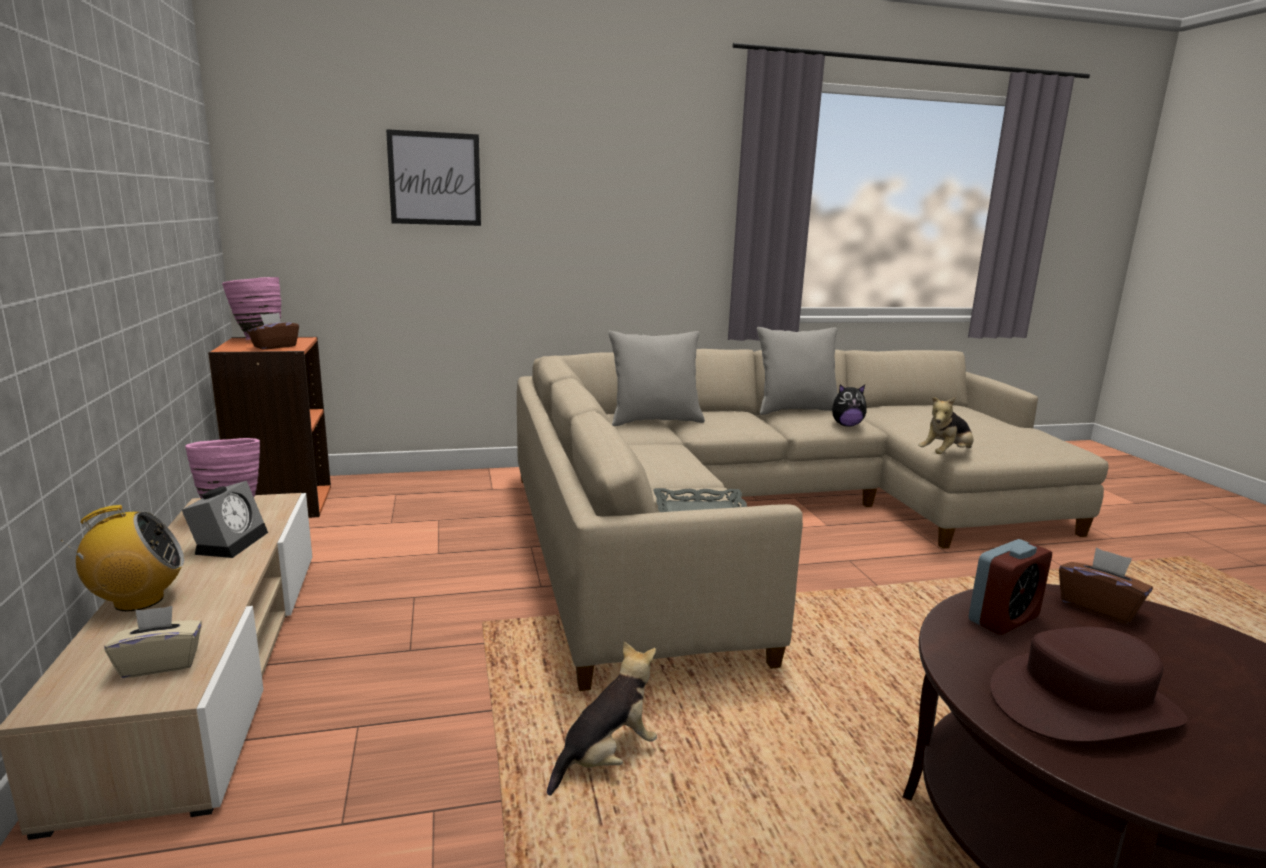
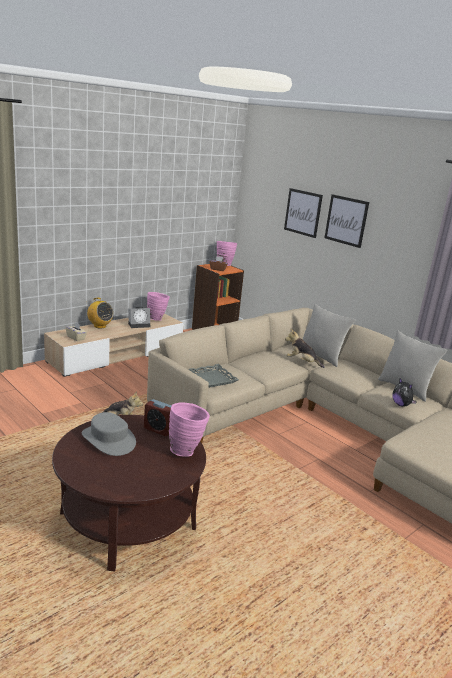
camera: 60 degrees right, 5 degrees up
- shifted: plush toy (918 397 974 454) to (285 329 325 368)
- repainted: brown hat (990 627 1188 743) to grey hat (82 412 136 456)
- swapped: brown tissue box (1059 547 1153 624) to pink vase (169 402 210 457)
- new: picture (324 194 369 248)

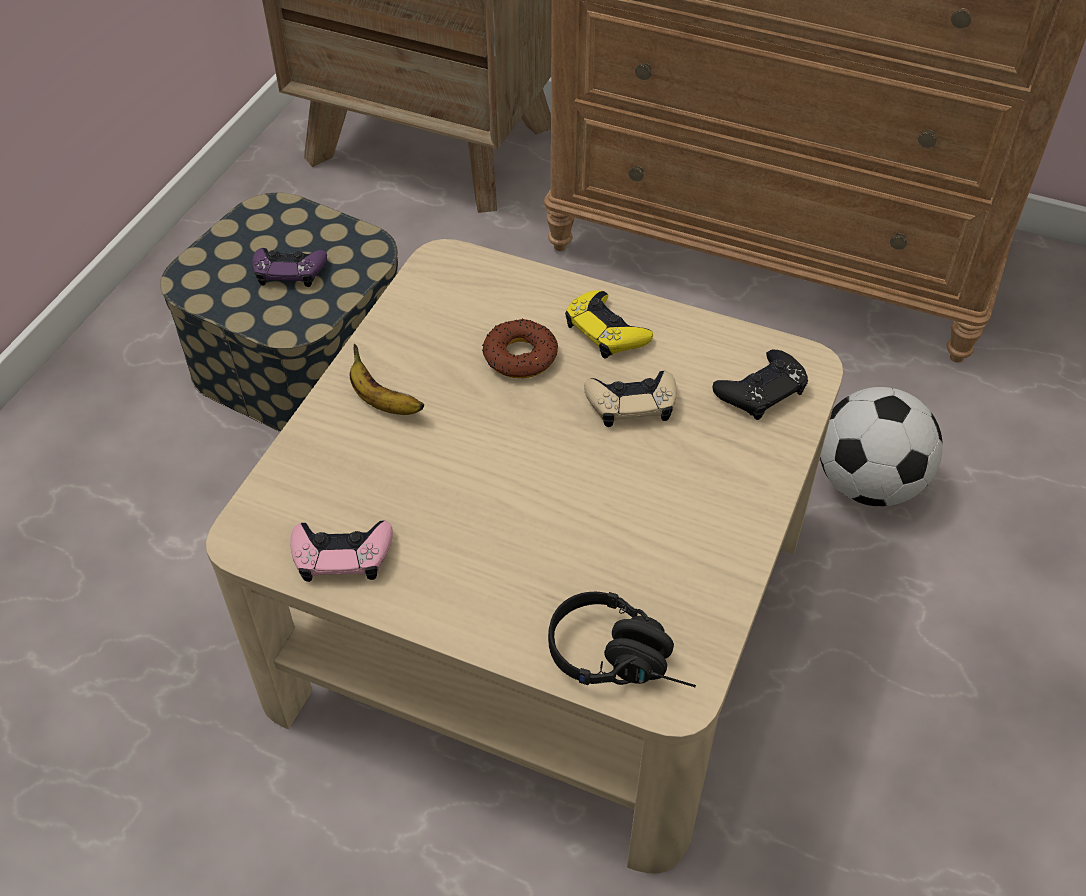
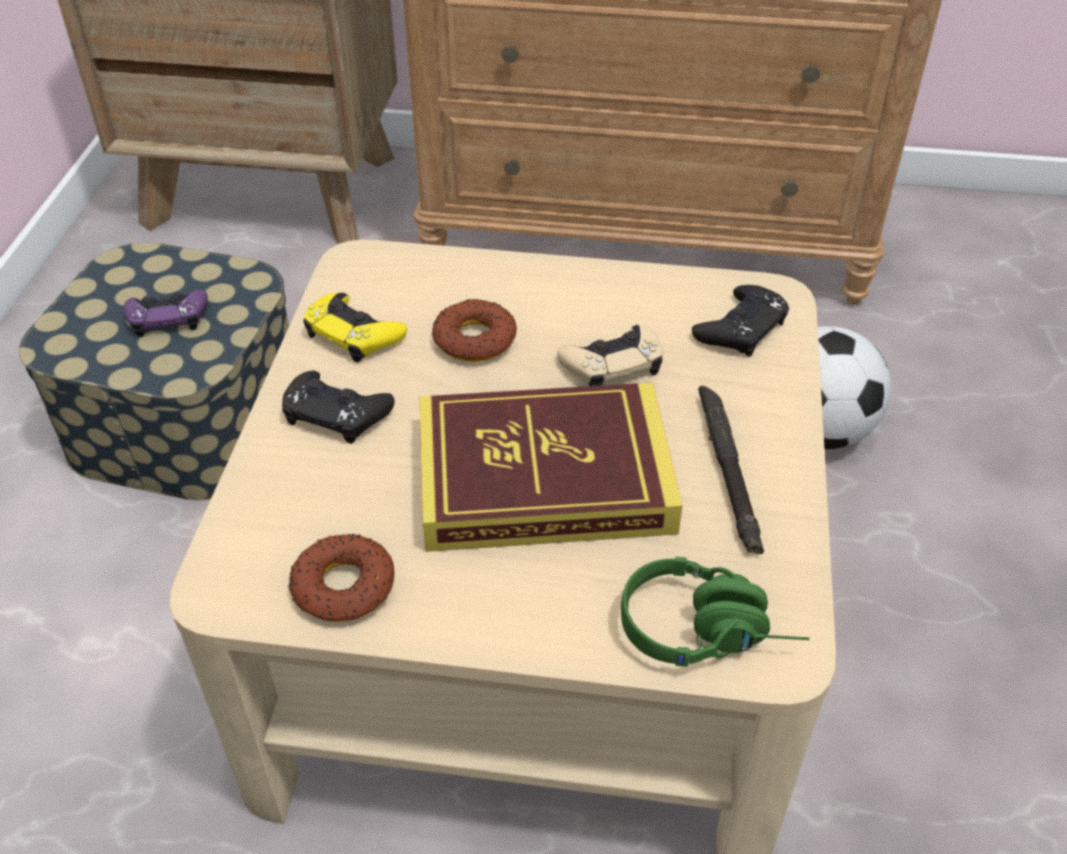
camera: 15 degrees left, 5 degrees down
- swapped: pink game controller (290 520 393 582) to donut (289 534 394 622)
- swapped: banana (350 344 424 415) to black game controller (282 371 395 444)
- repainted: black headphones (548 592 696 687) to green headphones (621 557 810 667)
- shifted: yellow game controller (565 290 653 359) to (303 293 407 363)
- new: book (420 382 682 552)
- new: black flashlight (698 386 764 554)

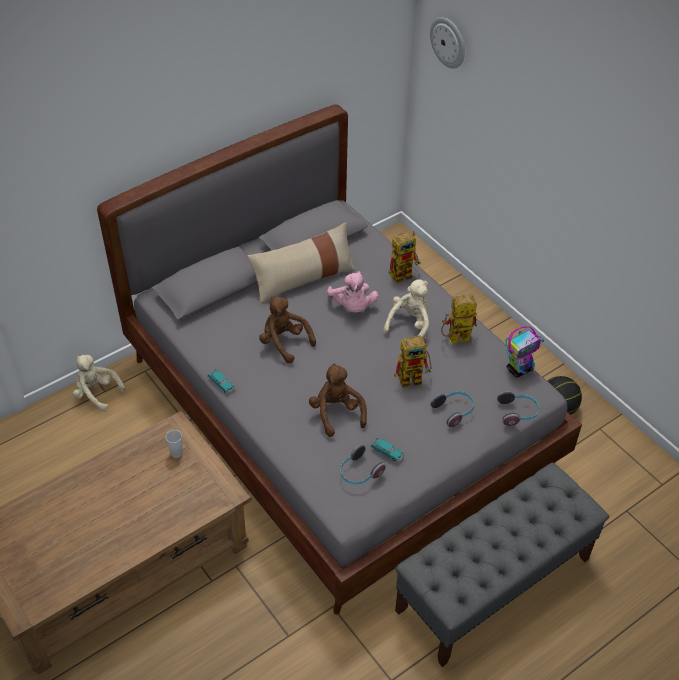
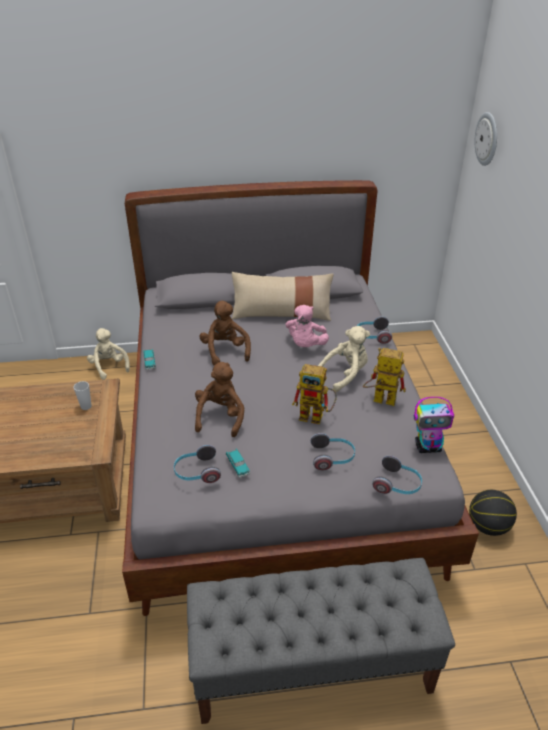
camera: 30 degrees right, 10 degrees down
- swapped: toy robot (388 231 421 284) to headphones (357 317 392 344)

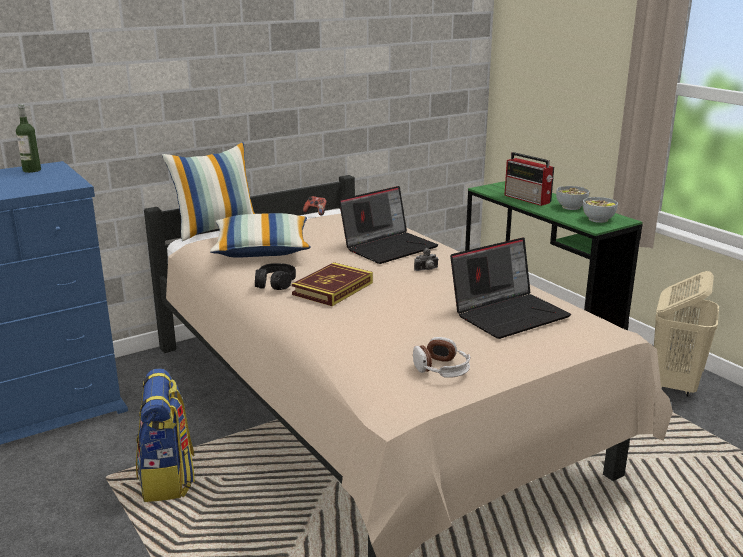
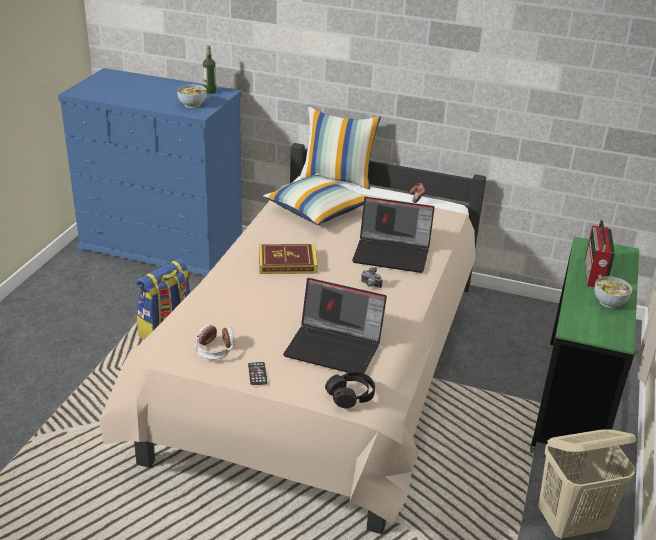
camera: 50 degrees right, 10 degrees up
- shifted: black headphones (255 263 296 290) to (325 372 375 409)
- shifted: bowl (583 197 618 223) to (177 85 207 108)
- new: phone (248 362 267 385)

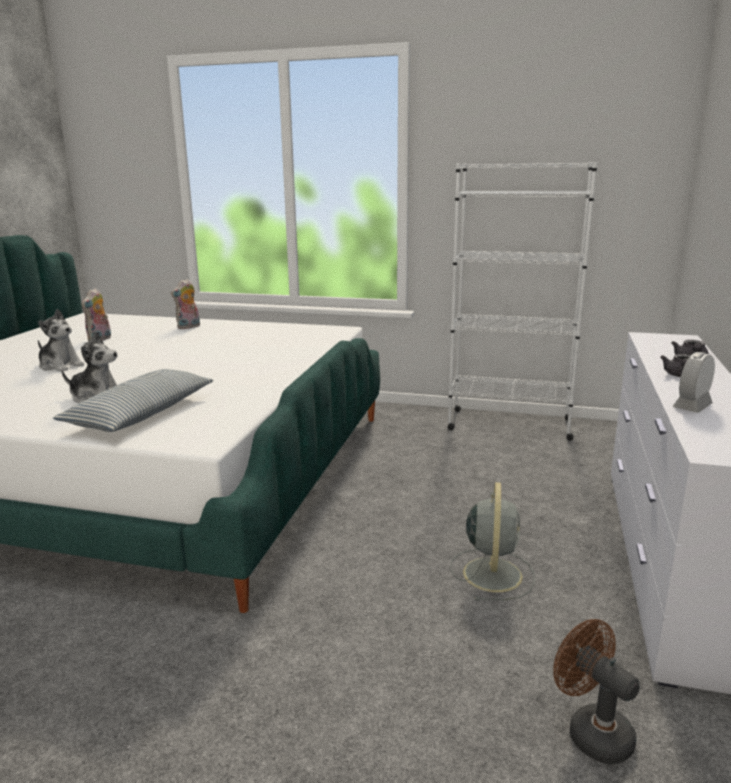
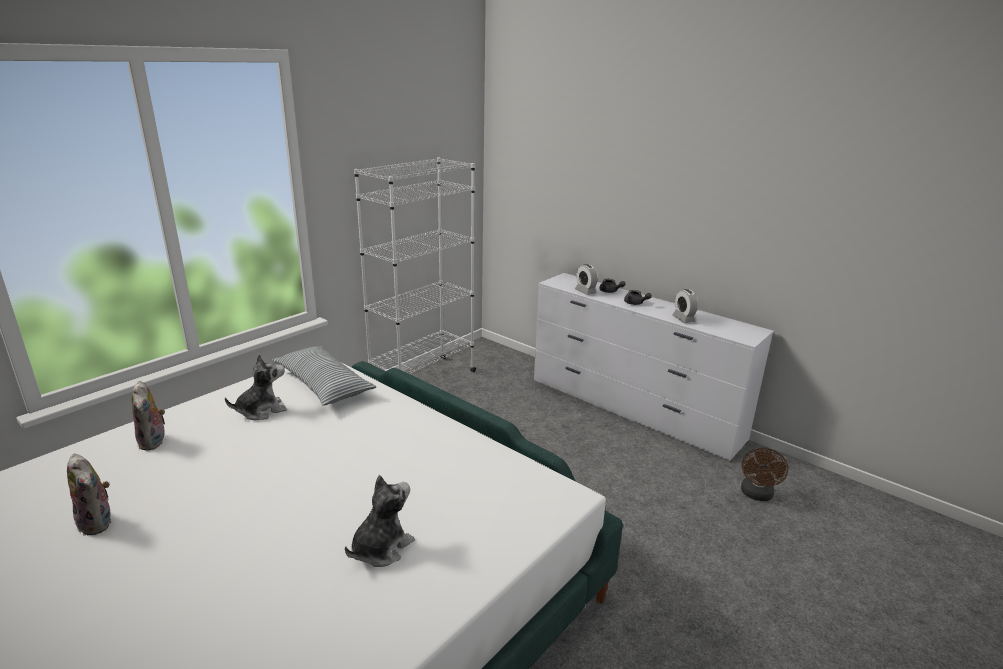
camera: 65 degrees left, 5 degrees up
- shifted: plush toy (38 309 84 372) to (225 354 287 420)
- shifted: pillow (53 369 214 432) to (273 346 376 406)
- gone: grey fan (450 482 535 601)
- rotated: brown fan (553 619 640 764) = (741 447 788 501) 60 degrees counterclockwise
- new: alarm clock (575 264 597 295)

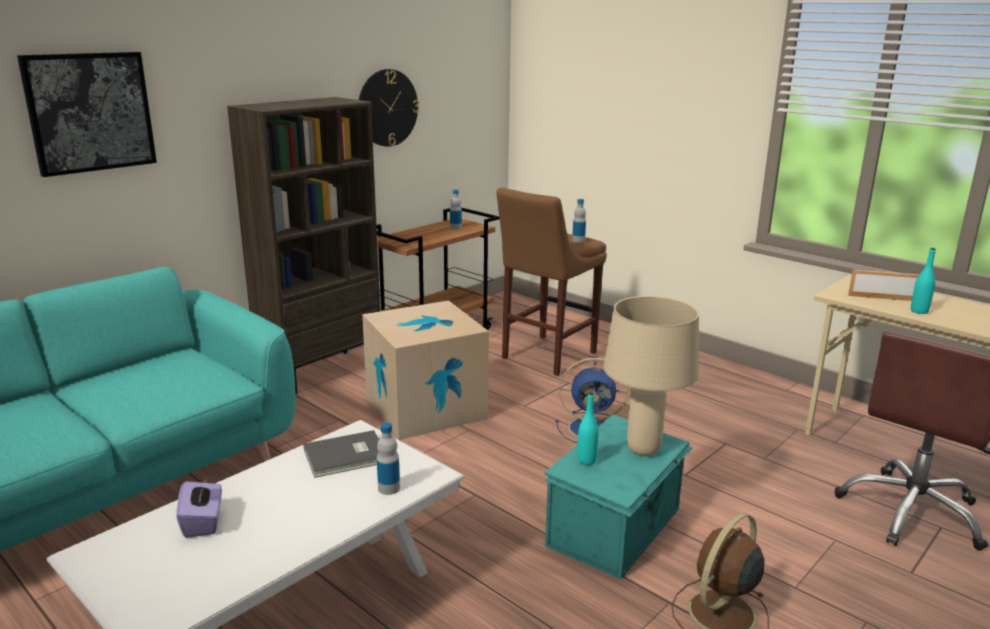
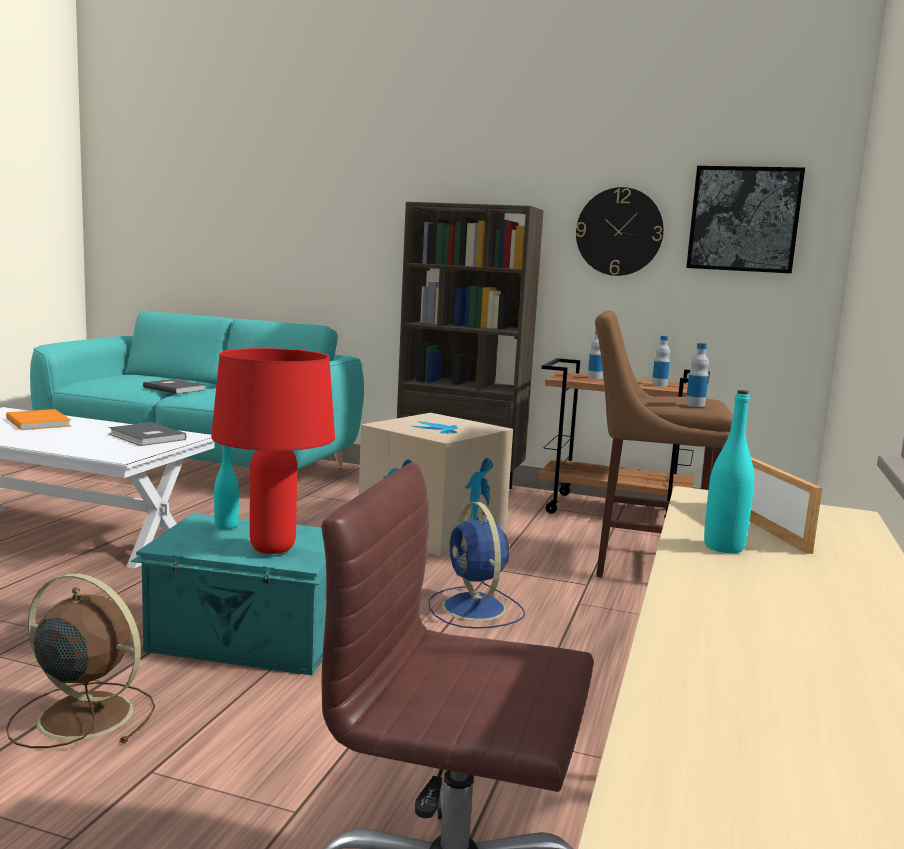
camera: 65 degrees right, 10 degrees down
- shifted: picture (17 52 157 177) to (686 166 805 273)
- swapped: purple tissue box (177 477 222 538) to orange book (6 409 71 430)
- shifted: bottle (377 422 400 495) to (588 330 603 379)
- repainted: beige table lamp (603 296 699 456) to red table lamp (211 348 335 554)
- new: grey book (143 379 205 394)

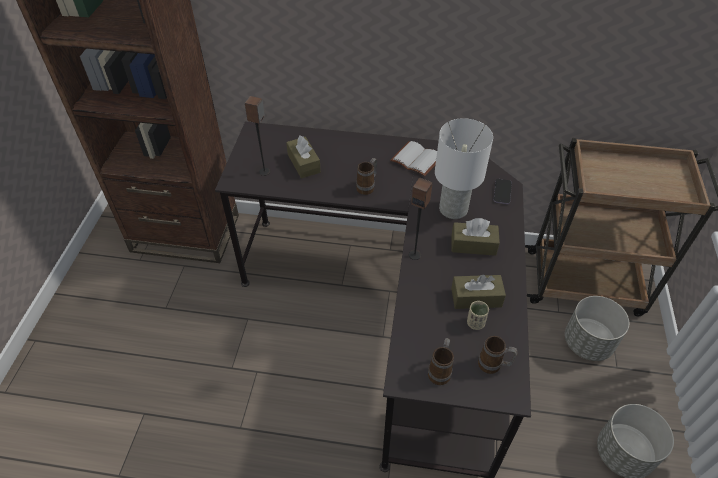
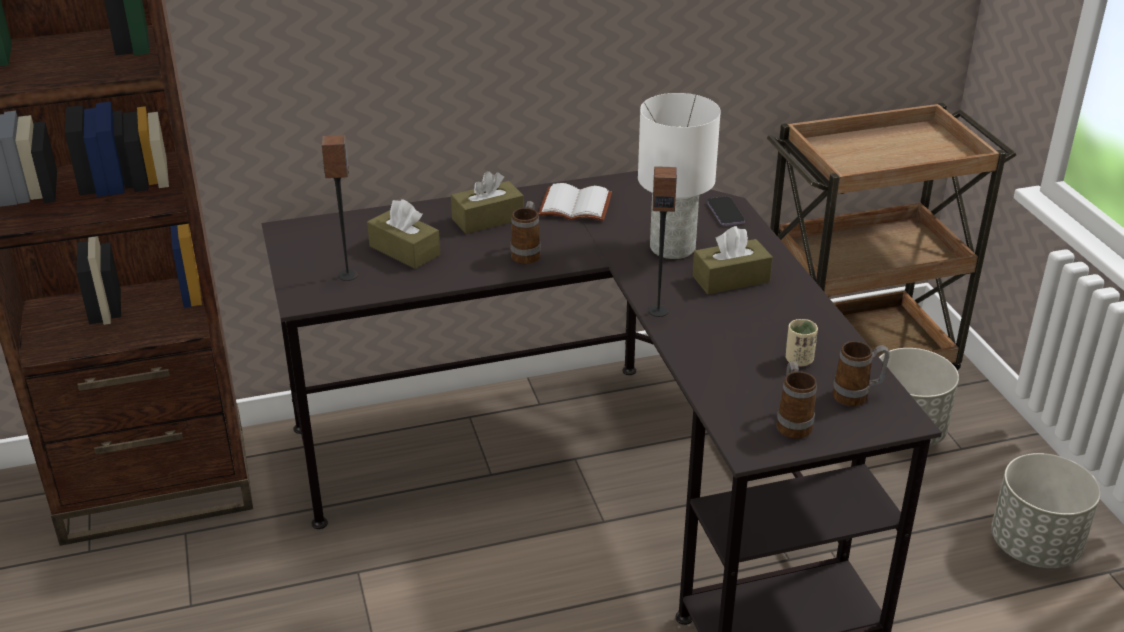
camera: 25 degrees left, 15 degrees down
- shifted: brown tissue box (451 275 506 309) to (451 171 524 234)

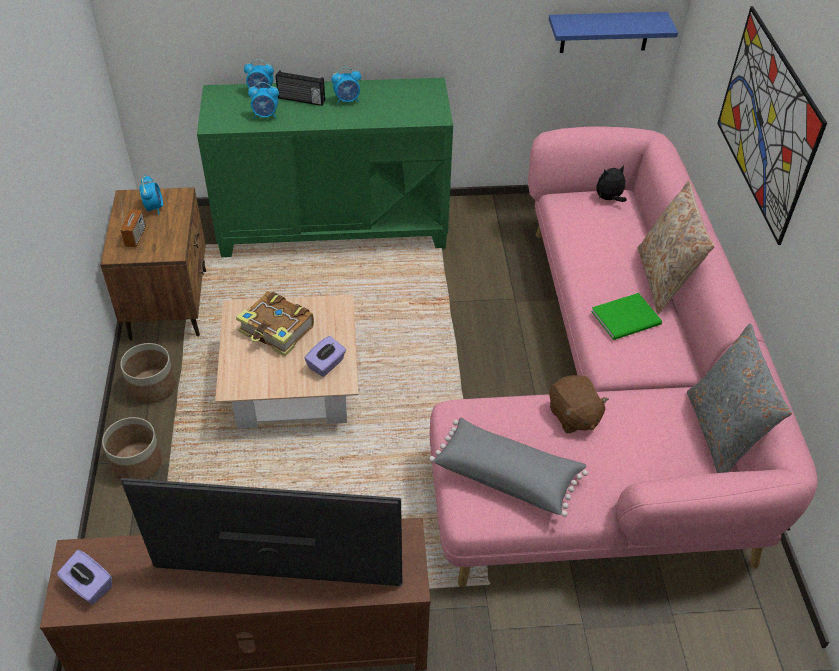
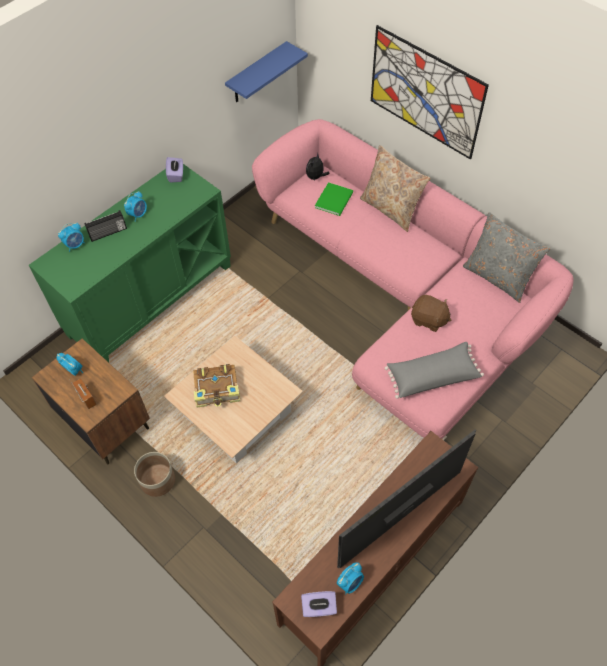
camera: 40 degrees left, 10 degrees up
- gone: planter (102 417 162 480)
- shifted: alarm clock (248 82 279 119) to (337 562 364 595)
- shifted: purple tissue box (305 336 346 377) to (166 157 183 183)
- shifted: green book (591 293 662 340) to (315 182 353 216)

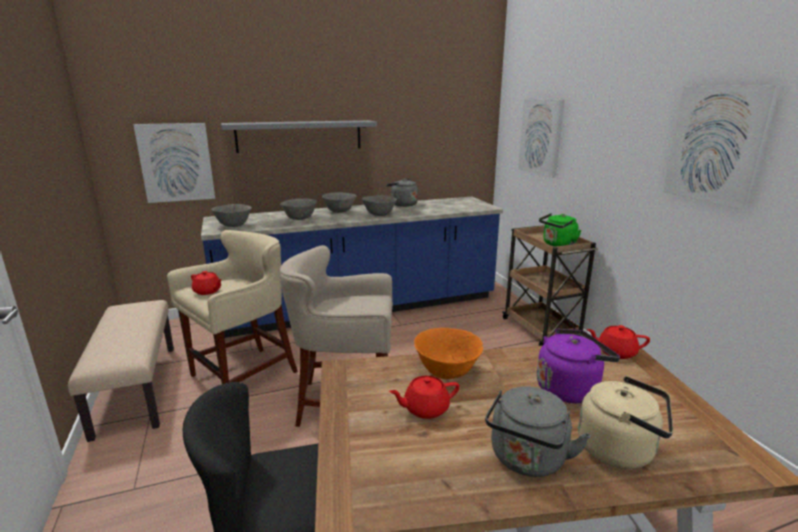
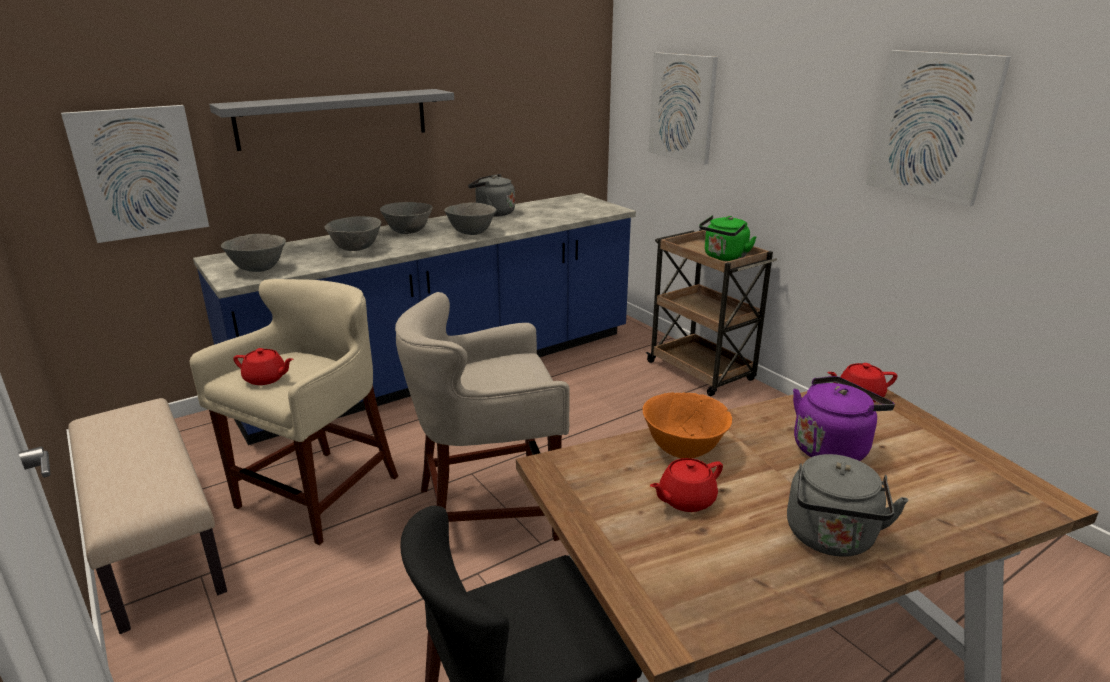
camera: 15 degrees left, 5 degrees up
- gone: beige kettle (578 376 674 469)

